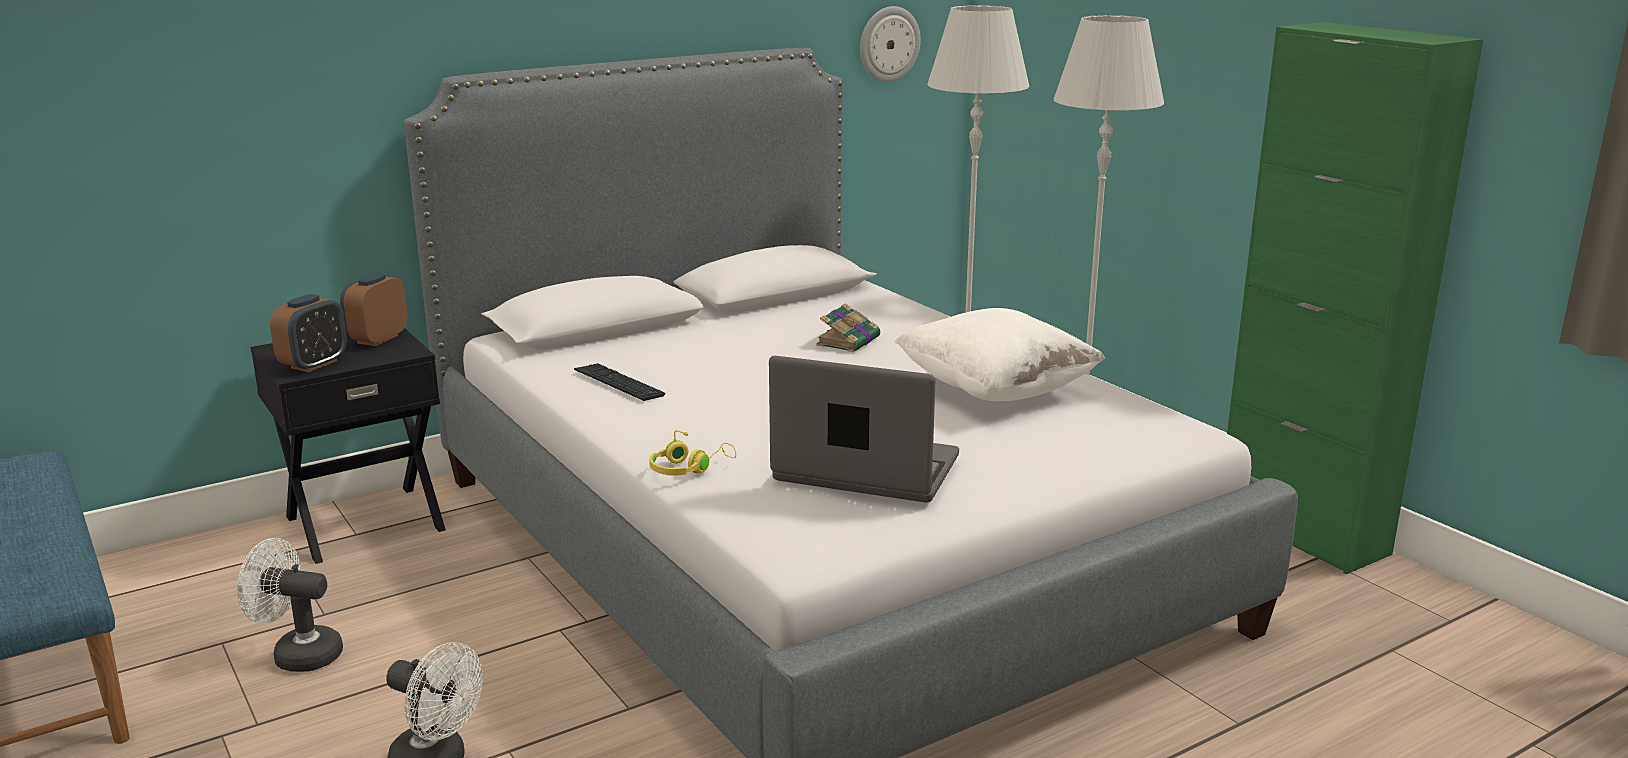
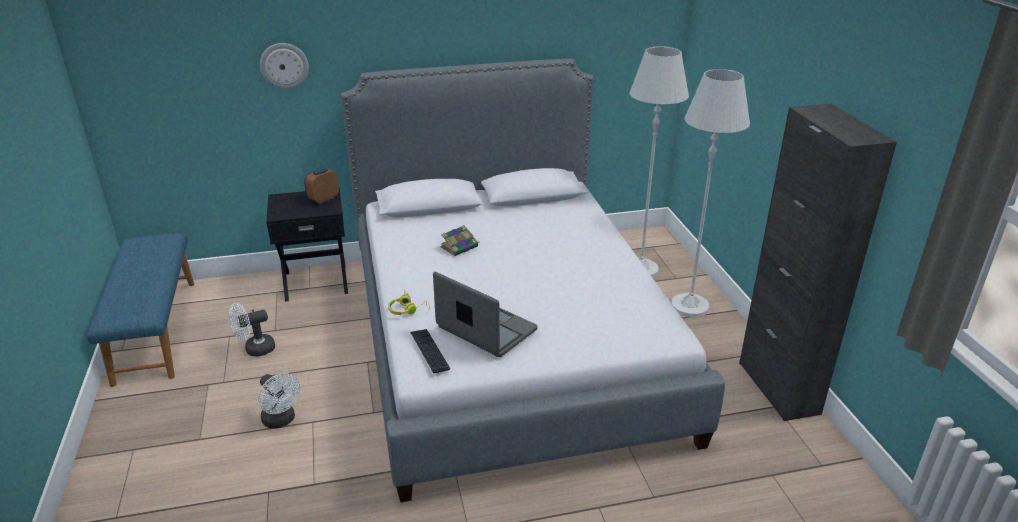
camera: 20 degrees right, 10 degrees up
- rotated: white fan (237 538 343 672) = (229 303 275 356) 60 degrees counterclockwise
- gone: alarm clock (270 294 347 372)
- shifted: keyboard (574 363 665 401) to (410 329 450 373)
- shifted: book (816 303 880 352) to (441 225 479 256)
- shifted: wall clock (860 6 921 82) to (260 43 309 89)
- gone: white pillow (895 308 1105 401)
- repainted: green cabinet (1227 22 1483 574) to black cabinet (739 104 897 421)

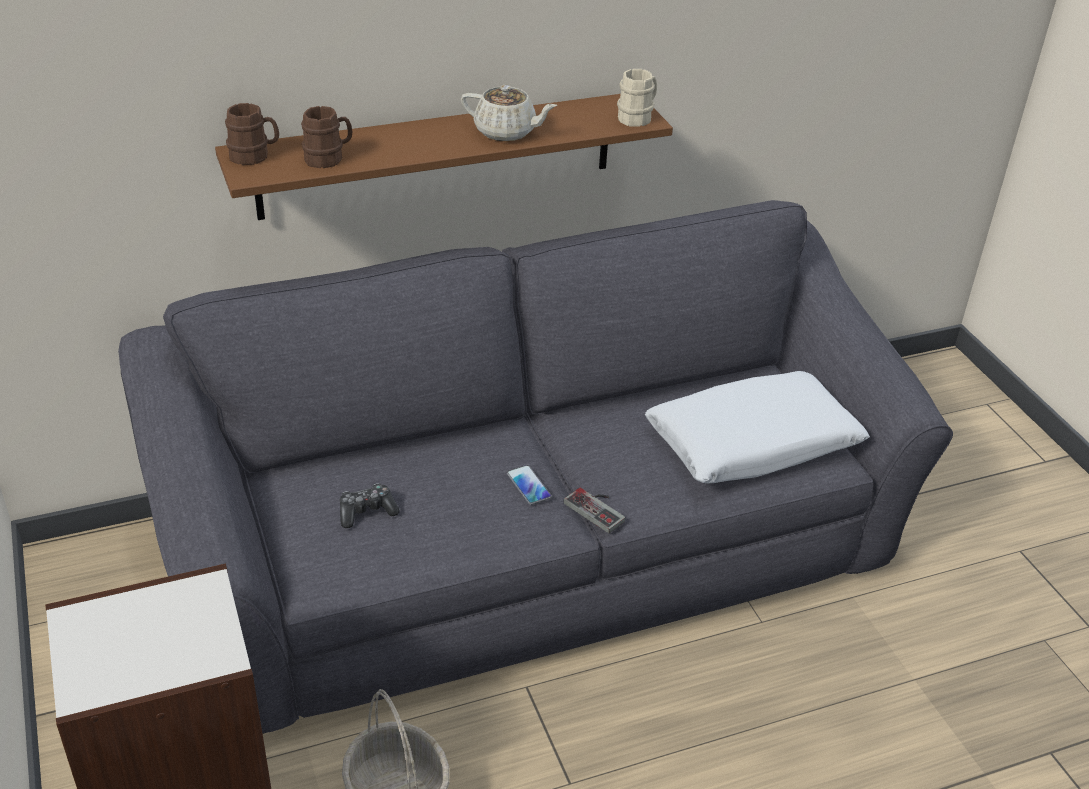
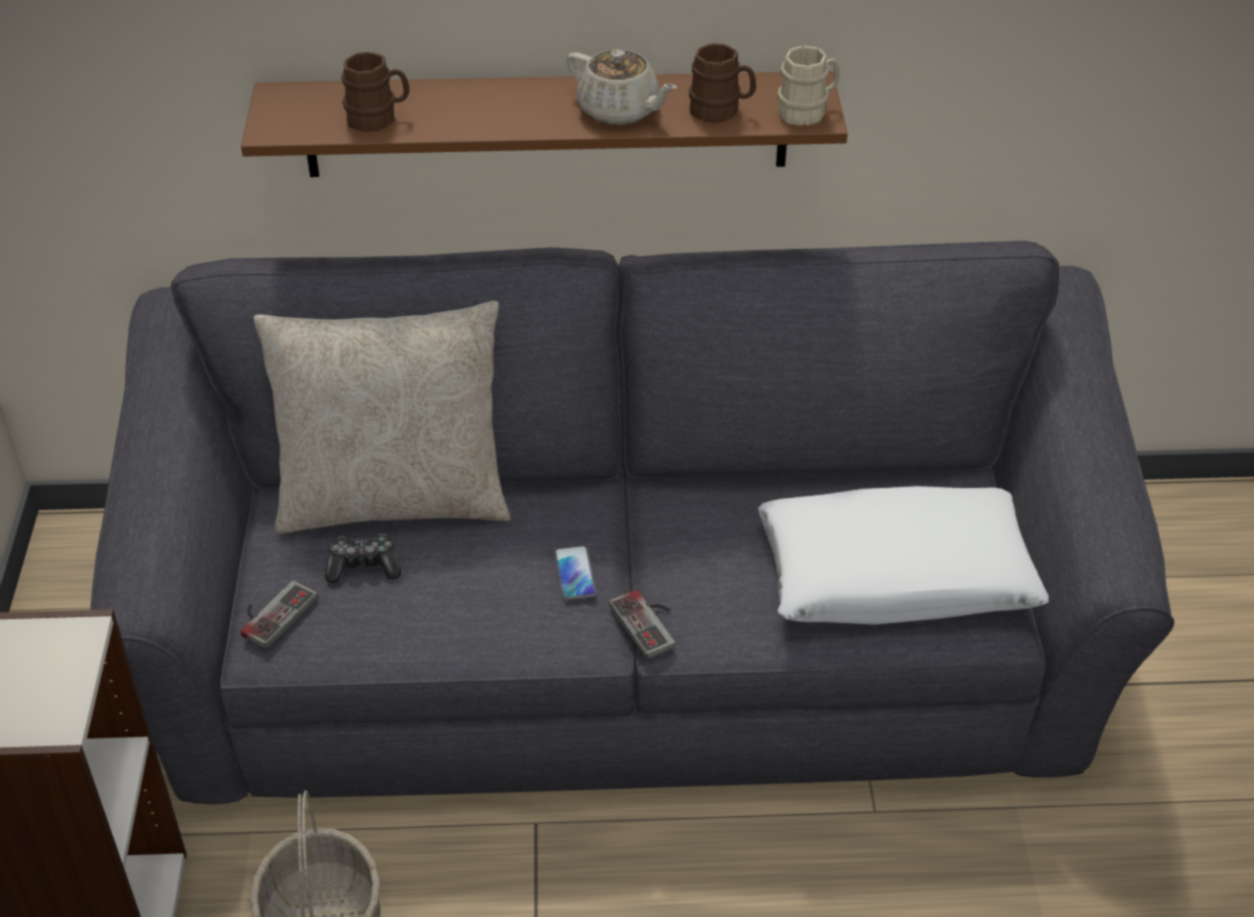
camera: 20 degrees right, 5 degrees up
- shifted: brown mug (225 103 279 165) to (689 43 756 123)
- new: game controller (241 581 318 649)
- new: beige pillow (254 301 511 534)

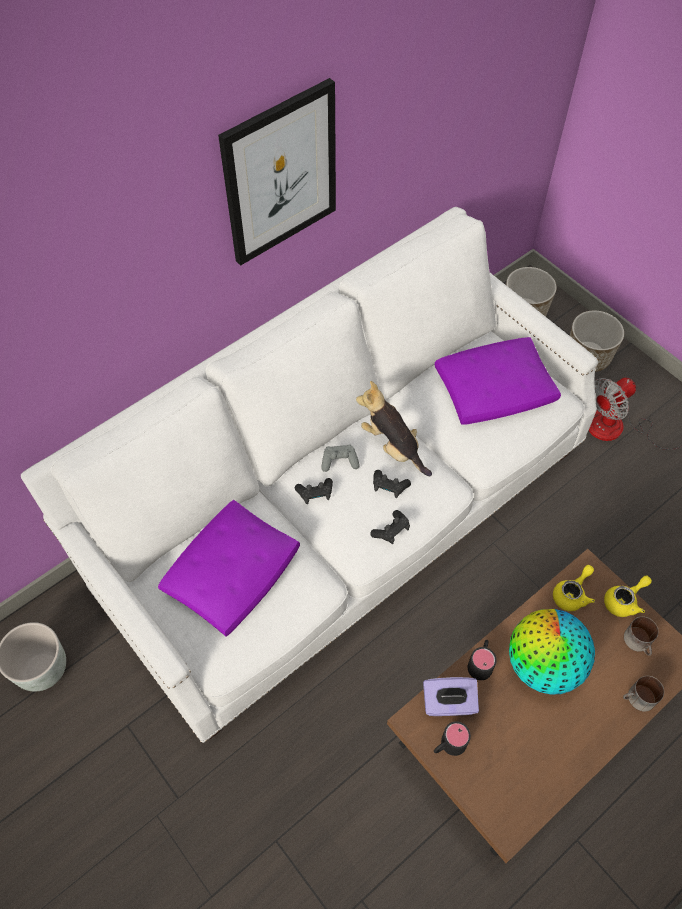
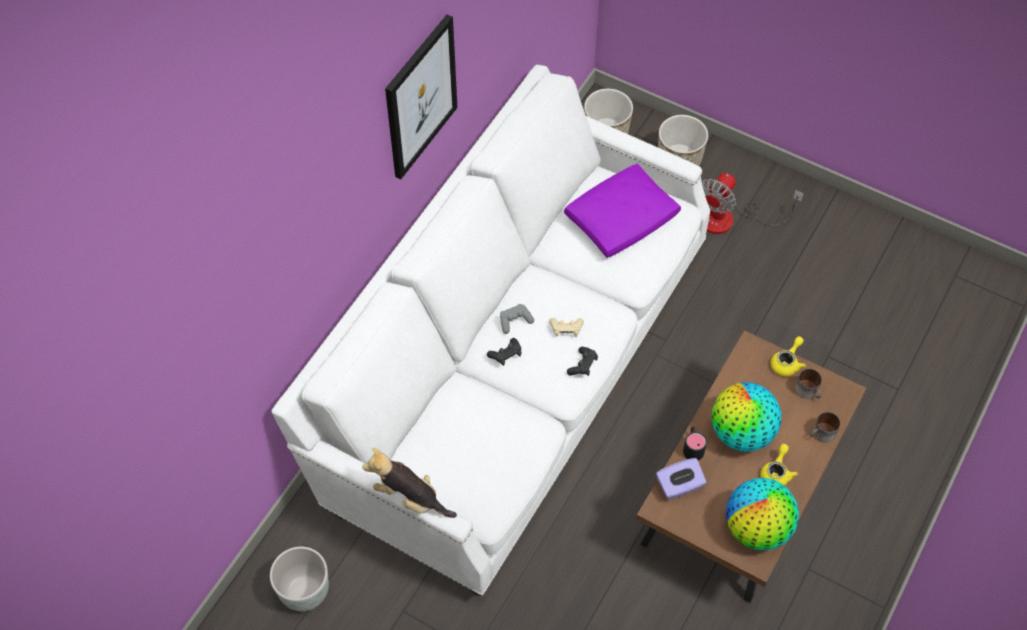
camera: 20 degrees left, 0 degrees up
- gone: purple pillow (158 500 300 637)
- shifted: plush toy (356 381 432 476) to (362 448 457 518)
- repainted: black game controller (373 470 411 498) to beige game controller (549 318 584 337)
- gone: black mug (434 721 471 756)
- shifted: yellow teapot (553 565 595 611) to (760 444 798 486)
- new: globe (726 478 799 550)

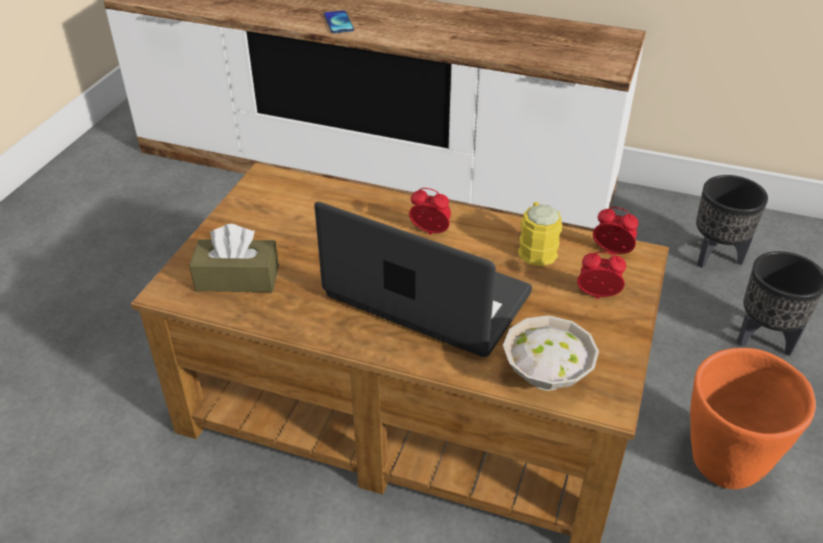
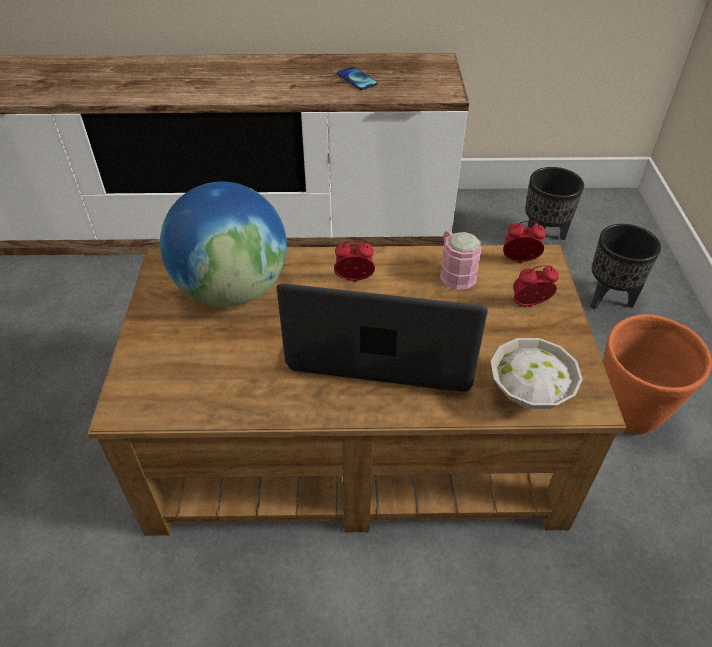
camera: 20 degrees left, 5 degrees up
- gone: brown tissue box (189 224 279 292)
- shifted: phone (324 10 354 33) to (337 67 378 90)
- repainted: yellow mug (518 202 562 266) to pink mug (440 230 482 290)
- new: globe (160 182 287 307)

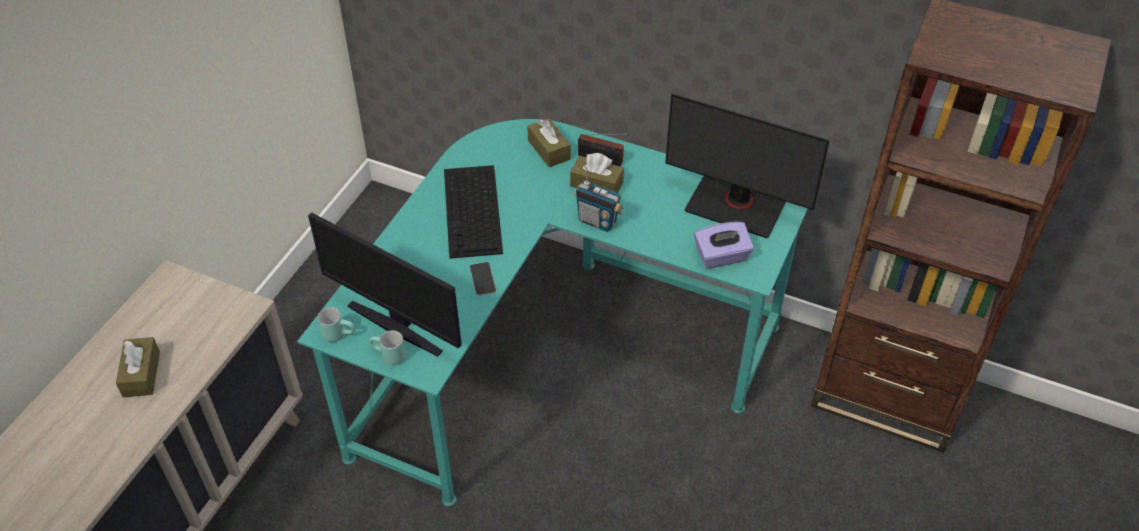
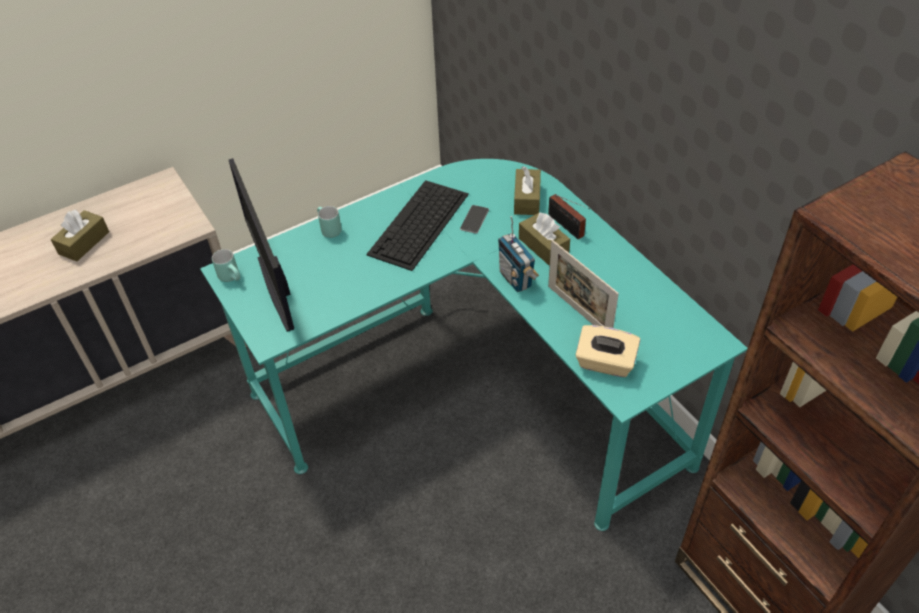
camera: 35 degrees right, 0 degrees up
- shifted: turquoise mug (370 330 406 366) to (317 206 342 238)
- shifted: phone (470 262 496 296) to (460 205 489 234)
- gone: monitor (665 94 830 238)
- repainted: purple tissue box (694 222 754 269) to beige tissue box (576 325 640 377)
- new: picture frame (548 240 619 328)

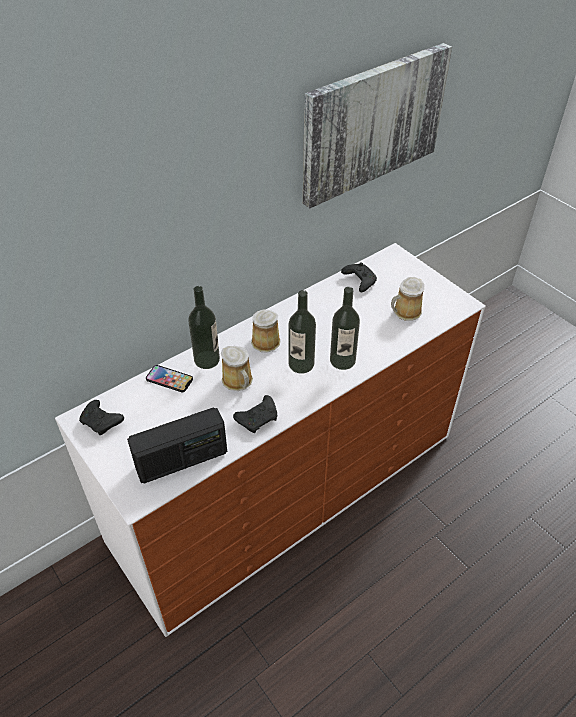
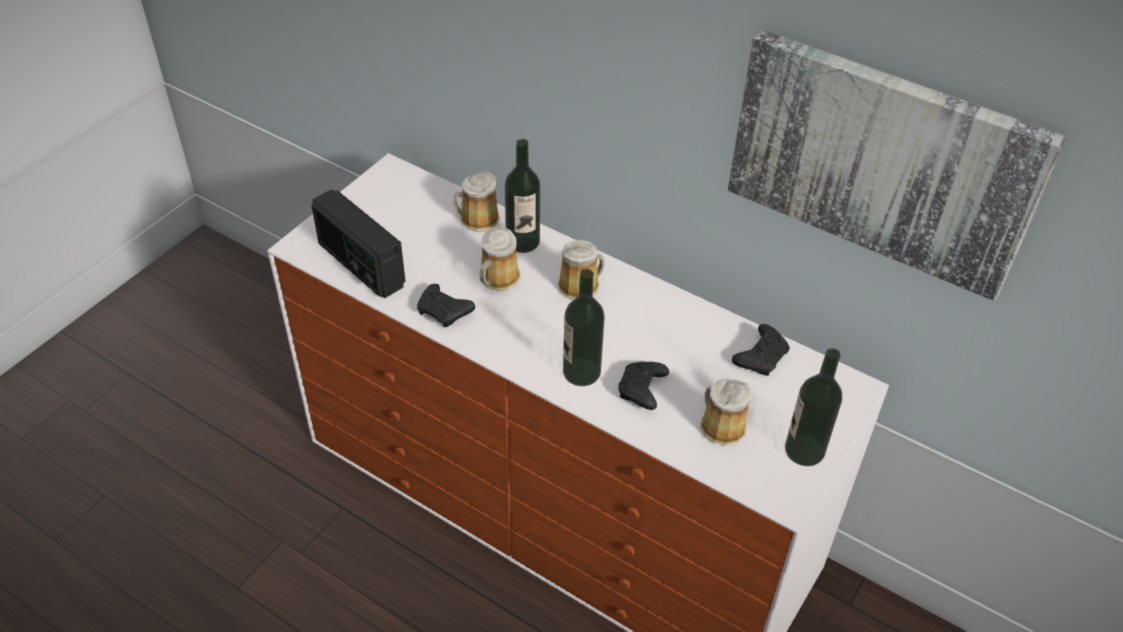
camera: 70 degrees right, 0 degrees up
- shifted: black game controller (79 400 124 436) to (618 362 669 410)
- swapped: phone (146 365 193 392) to mug (453 170 500 232)
- shifted: bottle (289 290 316 374) to (785 348 842 466)

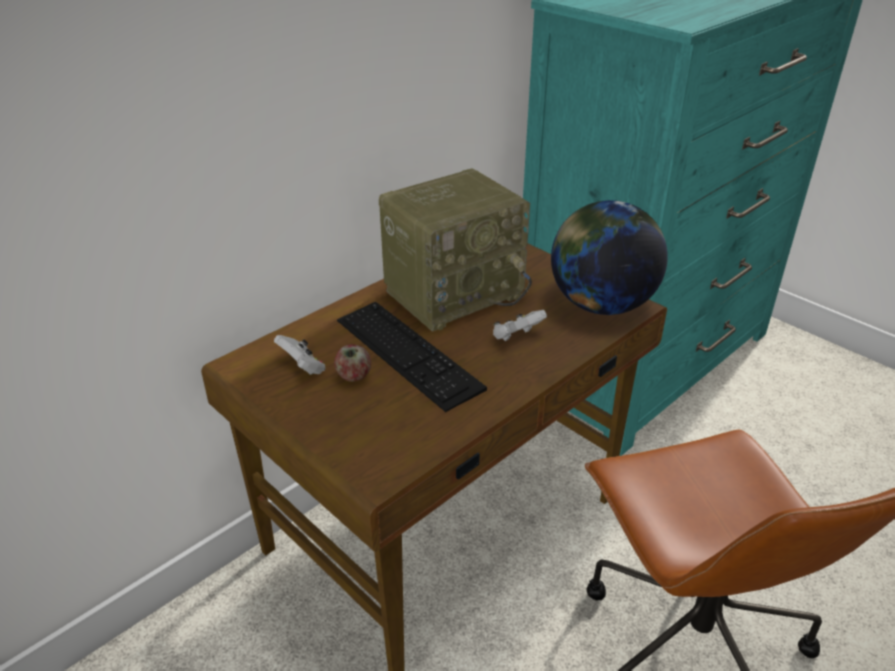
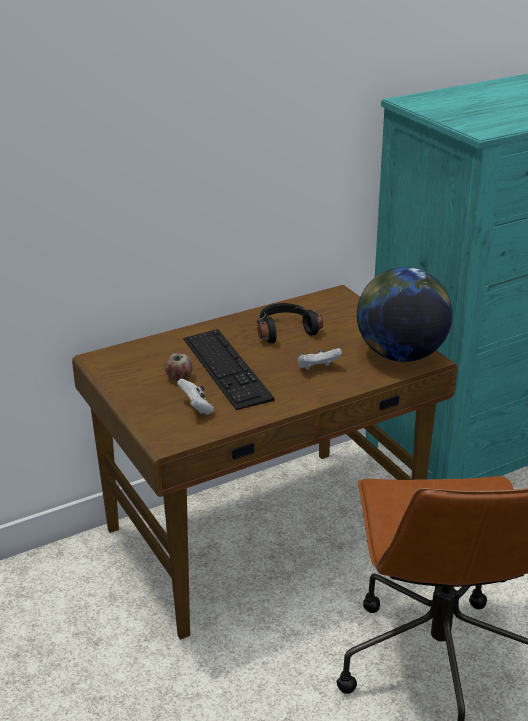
camera: 15 degrees right, 5 degrees down
- shifted: white game controller (274 335 325 375) to (177 379 214 415)
- swapped: radio (379 168 532 332) to black headphones (257 303 323 343)

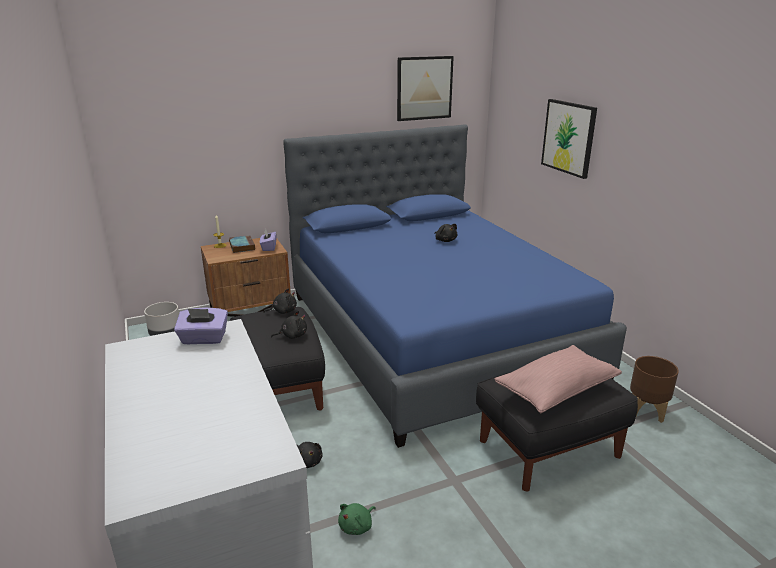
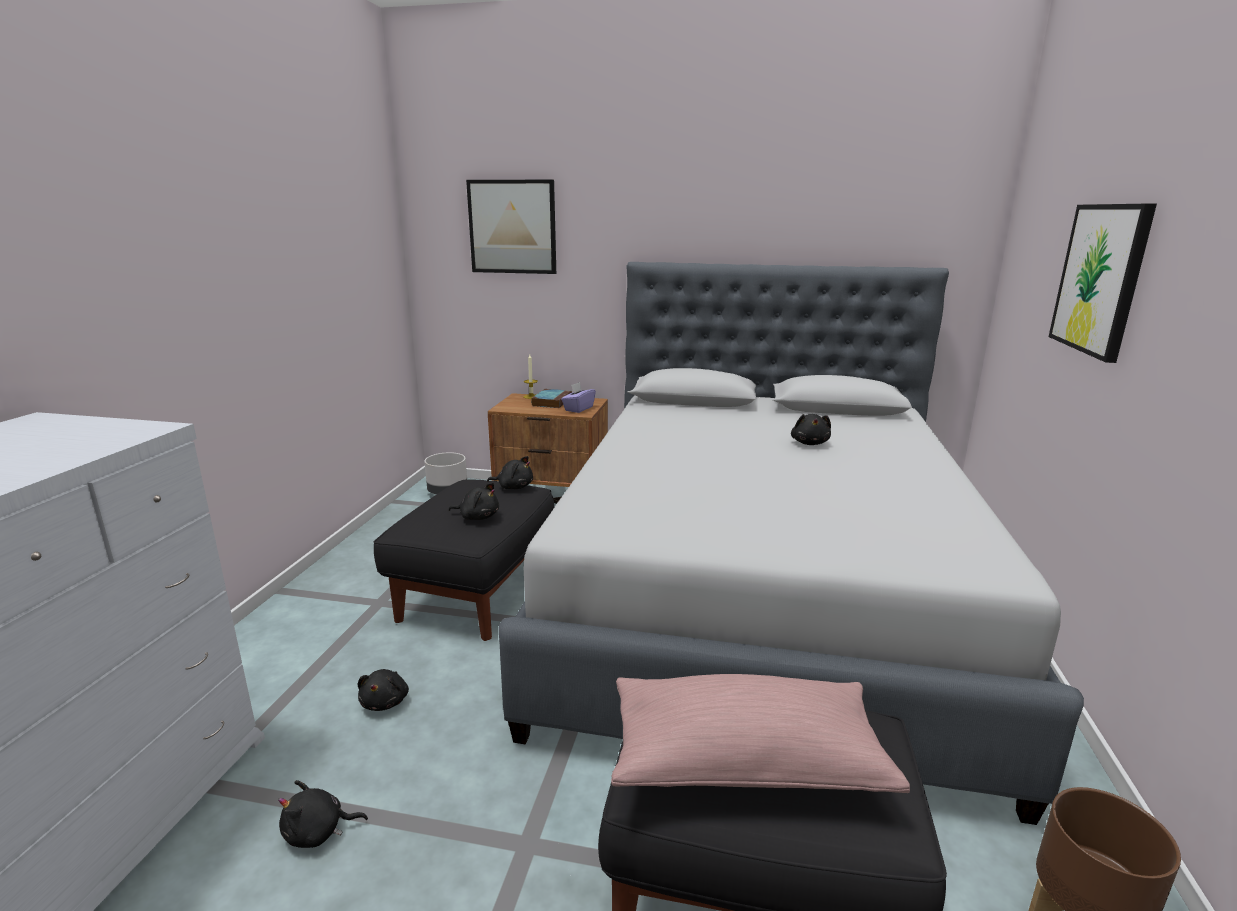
camera: 35 degrees right, 5 degrees down
- gone: purple tissue box (174 308 228 344)
- repainted: blue bed (283 125 627 448) to grey bed (499 262 1084 825)
- repainted: green plush toy (338 503 376 535) to black plush toy (278 780 368 848)
- shifted: picture (397 56 454 121) to (466 180 556 274)

